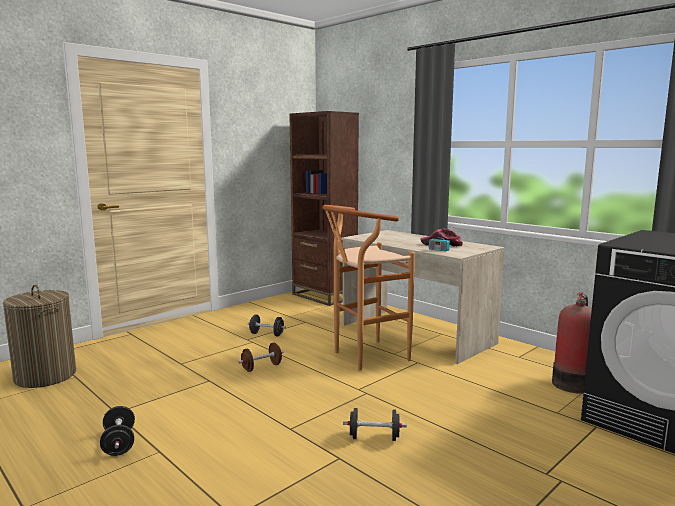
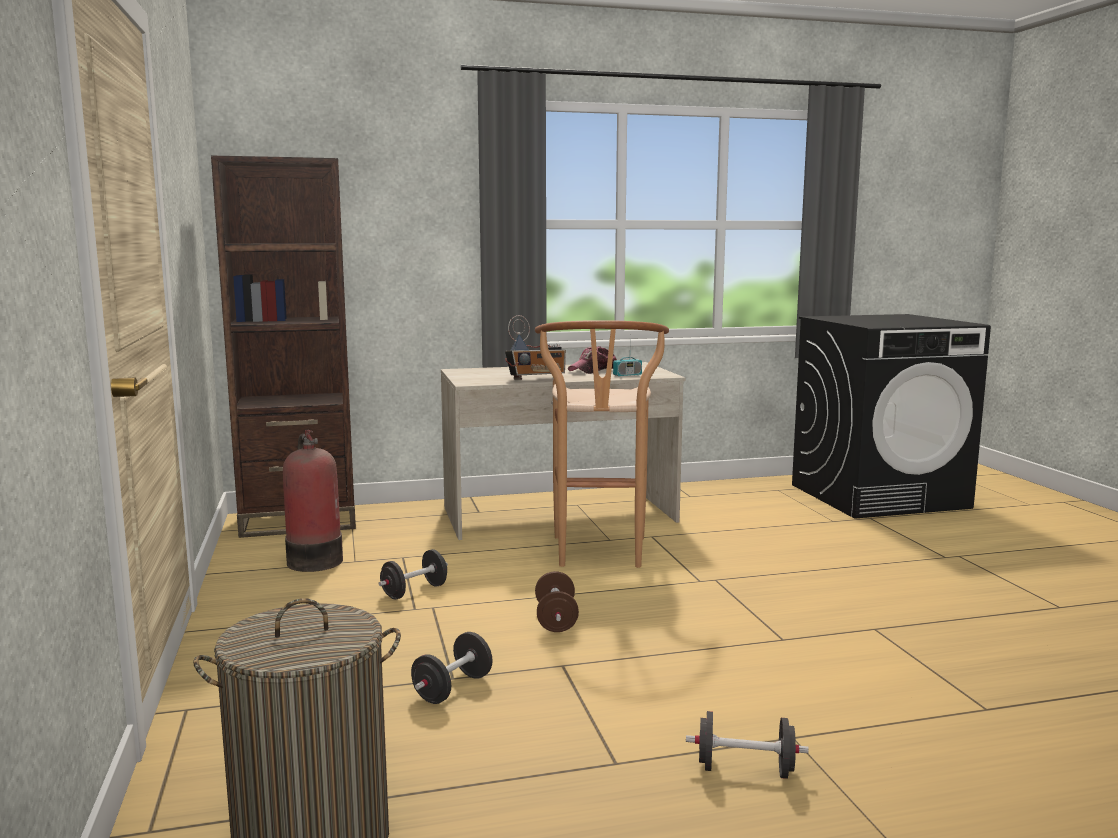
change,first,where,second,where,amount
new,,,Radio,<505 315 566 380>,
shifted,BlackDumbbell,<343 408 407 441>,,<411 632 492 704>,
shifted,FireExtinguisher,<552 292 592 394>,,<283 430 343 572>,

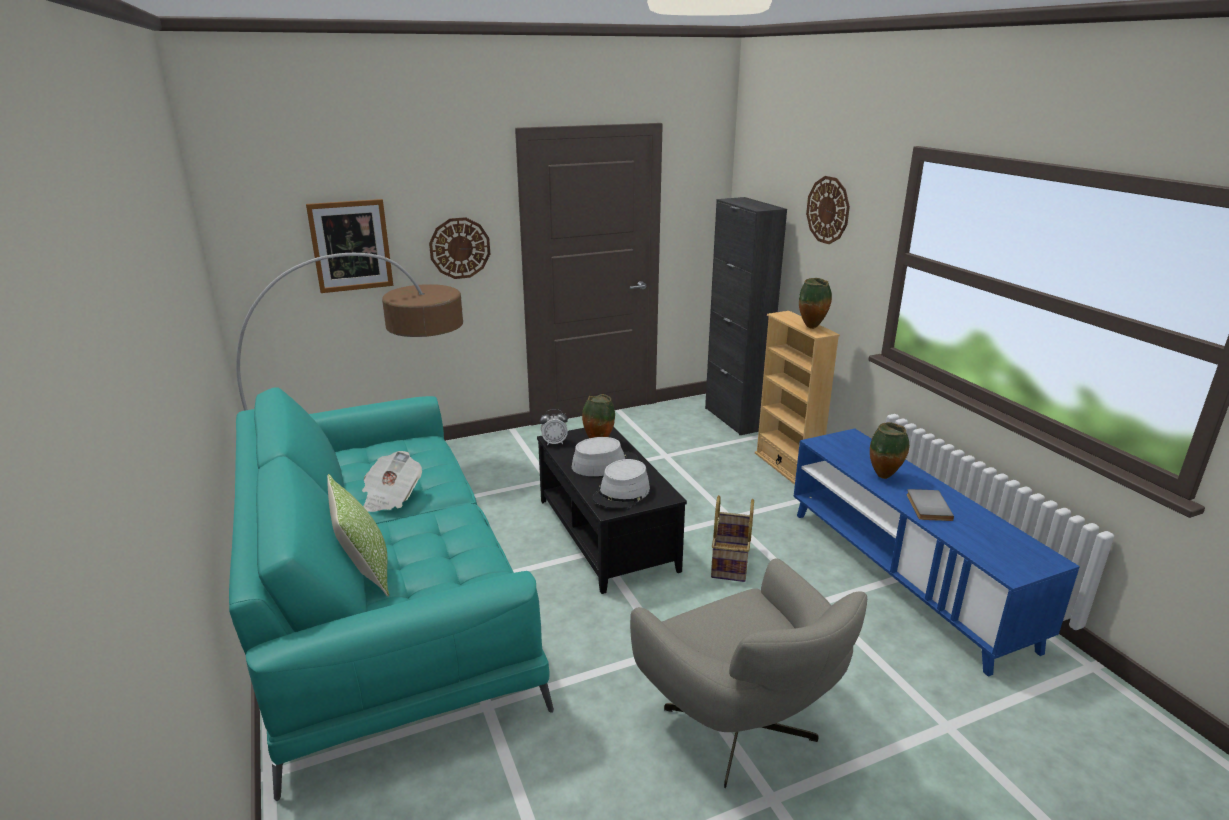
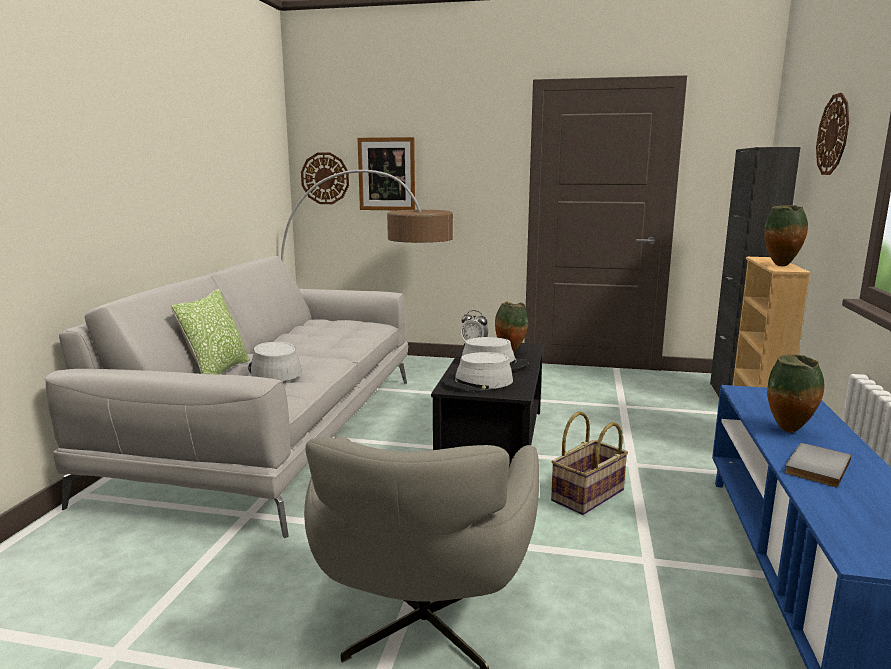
change,first,where,second,where,amount
gone,Newspaper,<362 451 422 512>,,,
new,,,GreyHat,<248 341 302 381>,
shifted,WallClock,<429 217 490 279>,,<301 153 349 204>,
repainted,TurquoiseSofa,<229 387 554 801>,GreySofa,<45 256 408 538>,

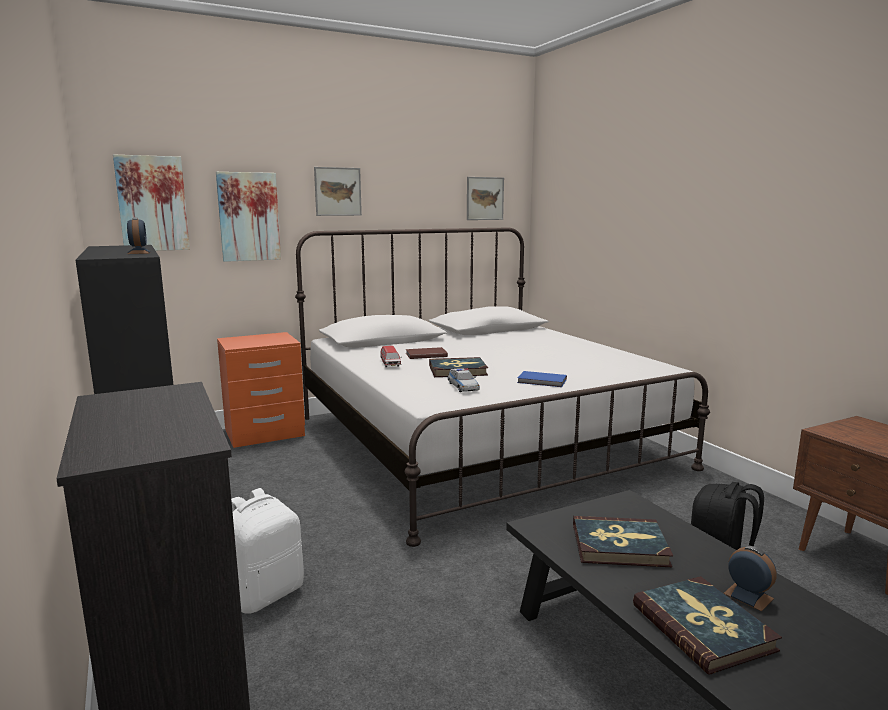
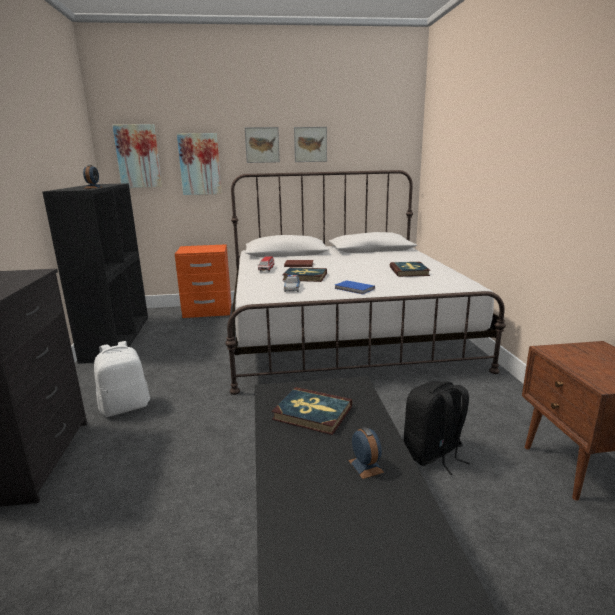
change,first,where,second,where,amount
shifted,Picture,<467 177 504 220>,,<294 127 327 162>,
shifted,Book,<633 576 782 675>,,<390 262 430 277>,

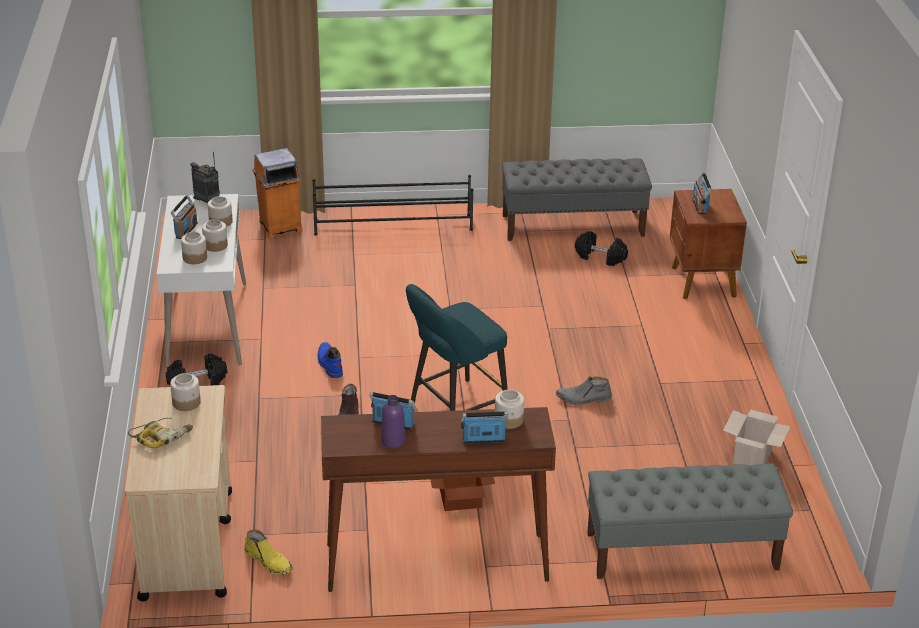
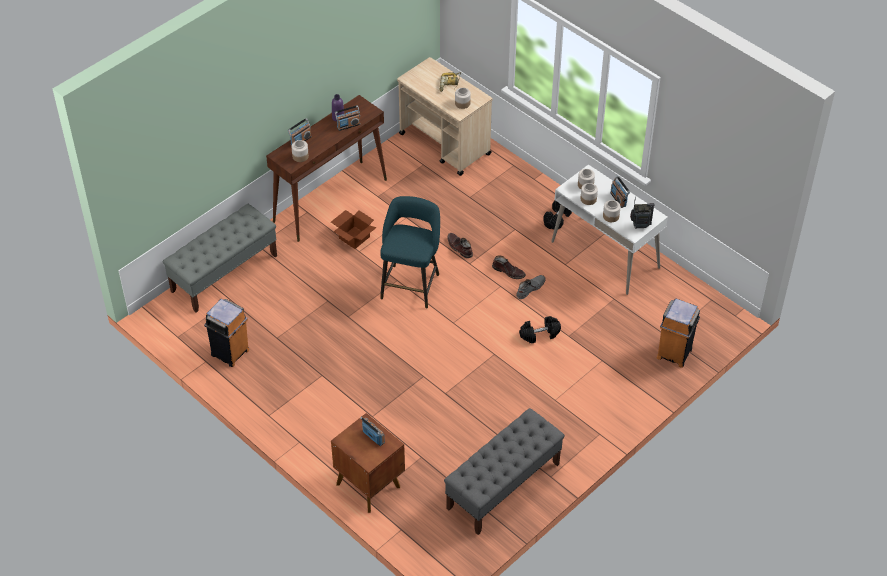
change,first,where,second,where,amount
gone,YellowBoot,<244 530 293 575>,,,
gone,BlackShoeRack,<313 175 473 236>,,,
shifted,GreyBoot,<556 376 612 405>,,<516 275 546 299>,
shifted,BlackDumbbell,<575 231 628 266>,,<519 316 561 343>,
swapped,CardboardBox,<723 409 790 466>,OrangeTrashCan,<204 299 249 367>,
repainted,BlueBoot,<318 342 343 378>,BrownBoot,<492 255 526 279>,

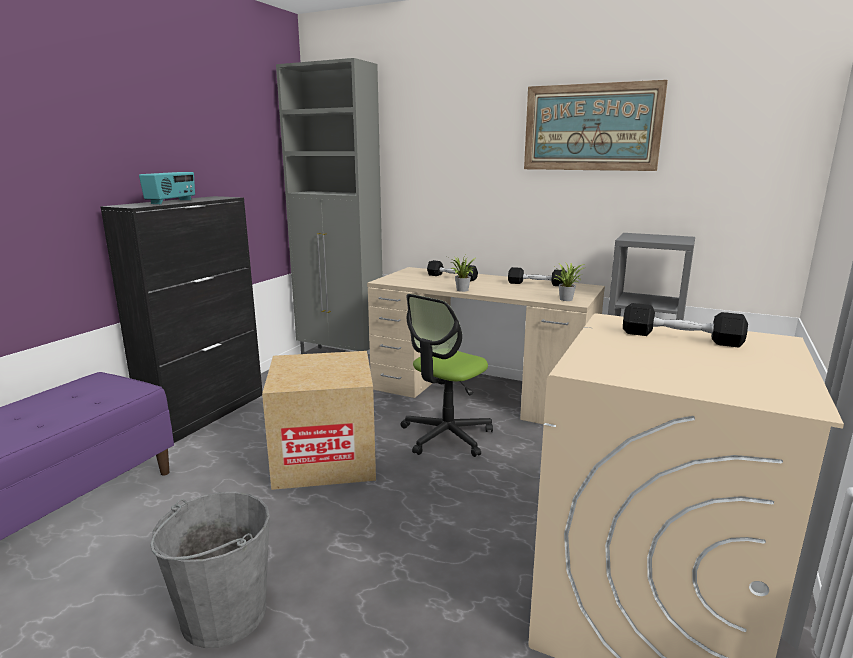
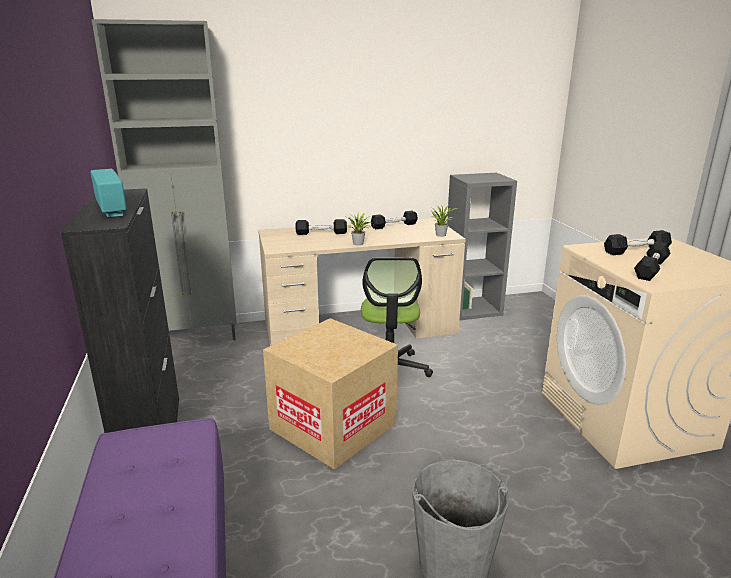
change,first,where,second,where,amount
gone,Picture,<524 80 668 171>,,,
new,,,BlackDumbbell,<634 242 670 281>,

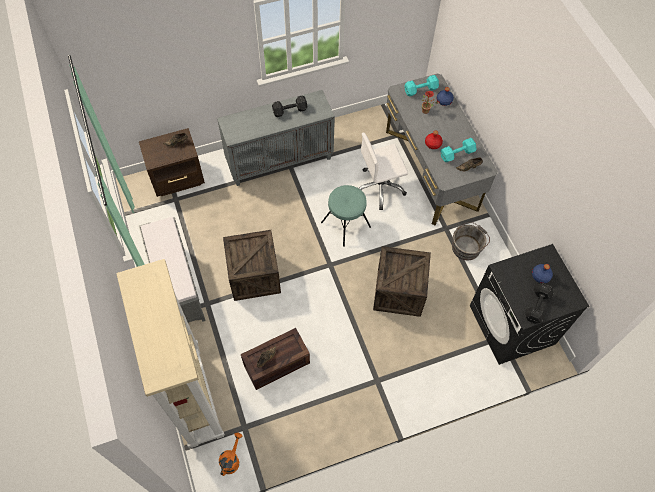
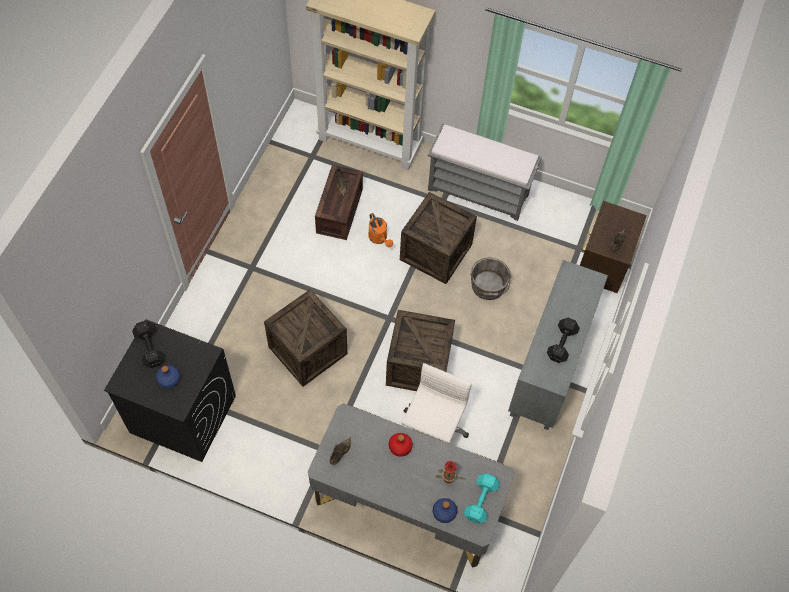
change,first,where,second,where,amount
gone,TurquoiseDumbbell,<440 138 476 162>,,,
shifted,OrangeWateringCan,<219 433 242 476>,,<368 213 393 247>,
shifted,GreyBucket,<452 222 490 260>,,<470 257 511 300>,
swapped,TurquoiseStool,<321 185 371 247>,Crate,<386 310 455 391>,

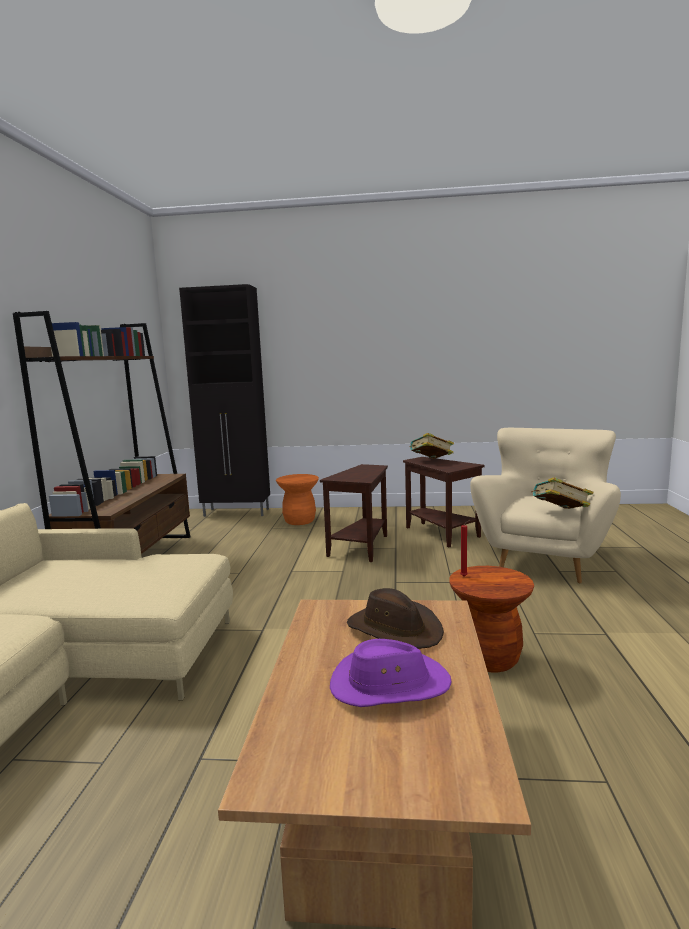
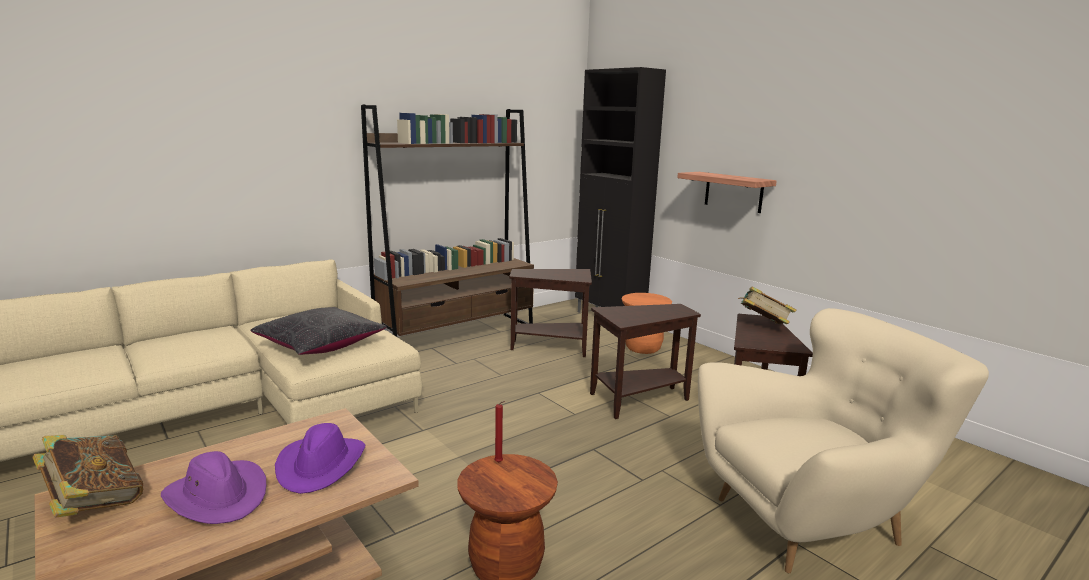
change,first,where,second,where,amount
new,,,BlackPillow,<250 307 387 355>,
new,,,BrownSideTable,<509 269 592 357>,
new,,,Shelf,<677 172 777 213>,
shifted,Book,<531 477 593 509>,,<32 435 143 518>,
repainted,BrownHat,<347 588 444 649>,PurpleHat,<275 423 365 494>,

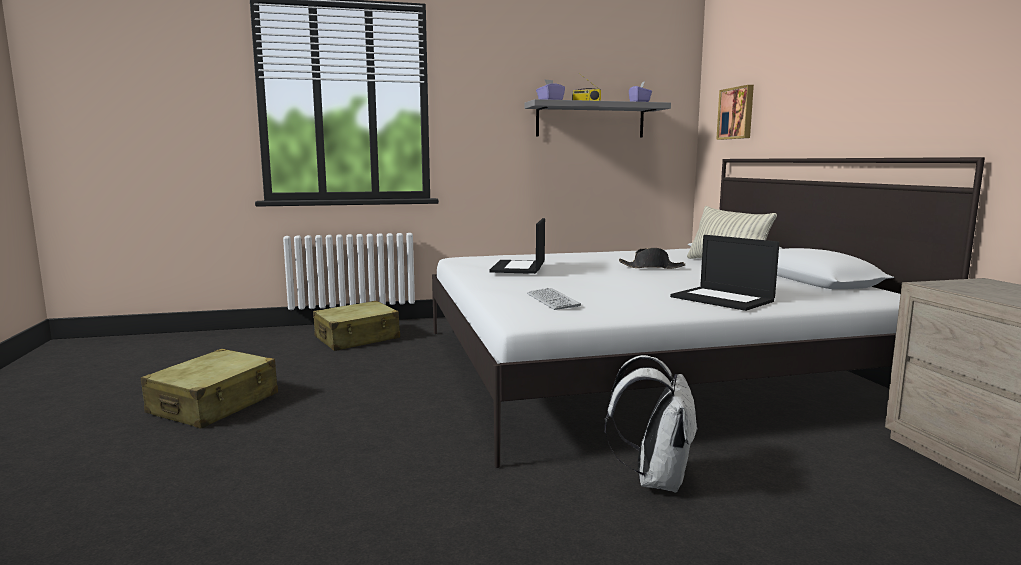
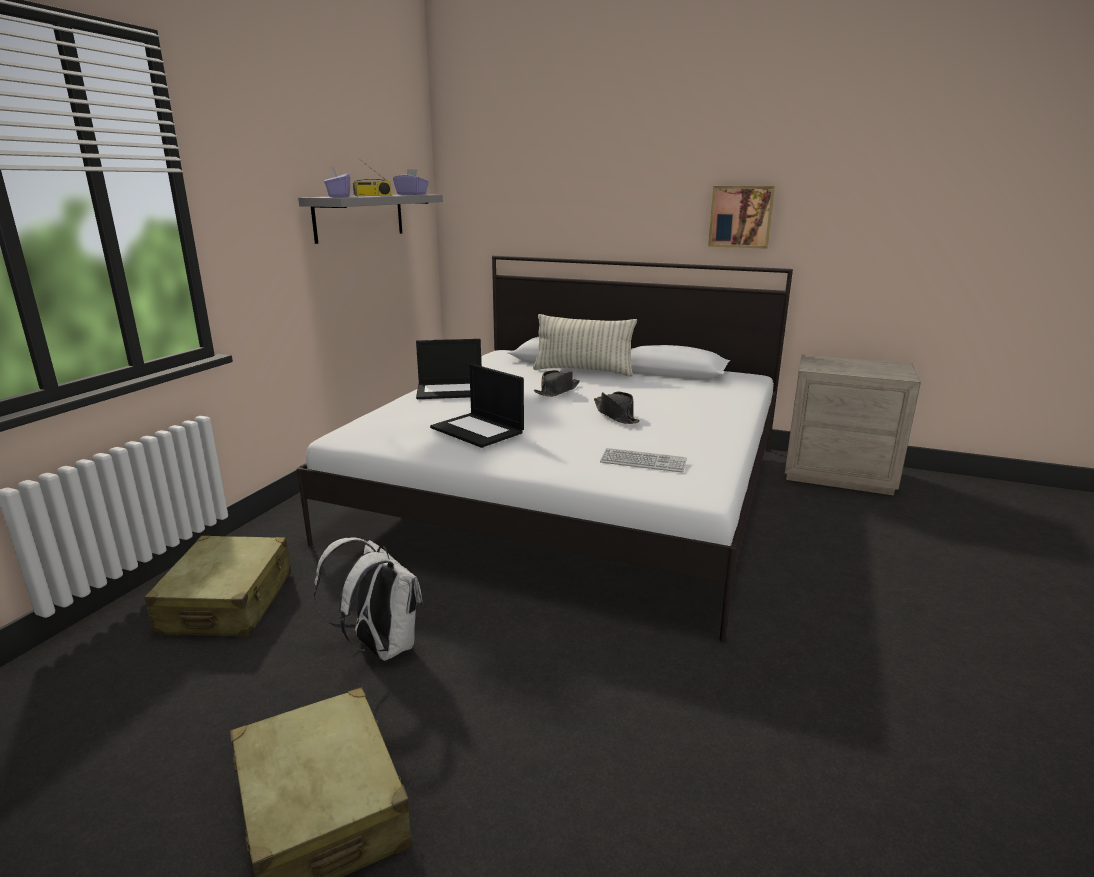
change,first,where,second,where,amount
new,,,BlackHat,<594 392 640 424>,
shifted,WhiteBackpack,<604 355 698 493>,,<314 537 423 661>,
shifted,Laptop,<670 235 779 311>,,<416 339 481 399>,
shifted,Picture,<716 85 754 140>,,<708 186 775 249>,

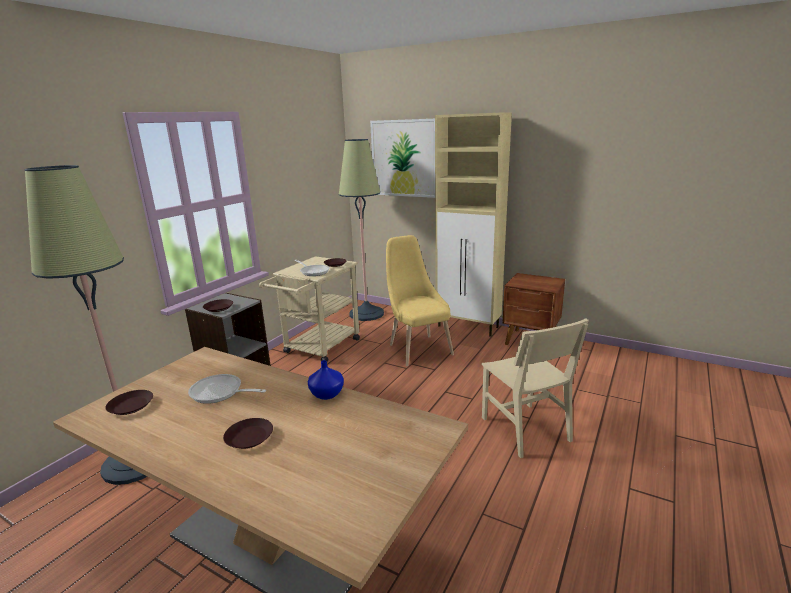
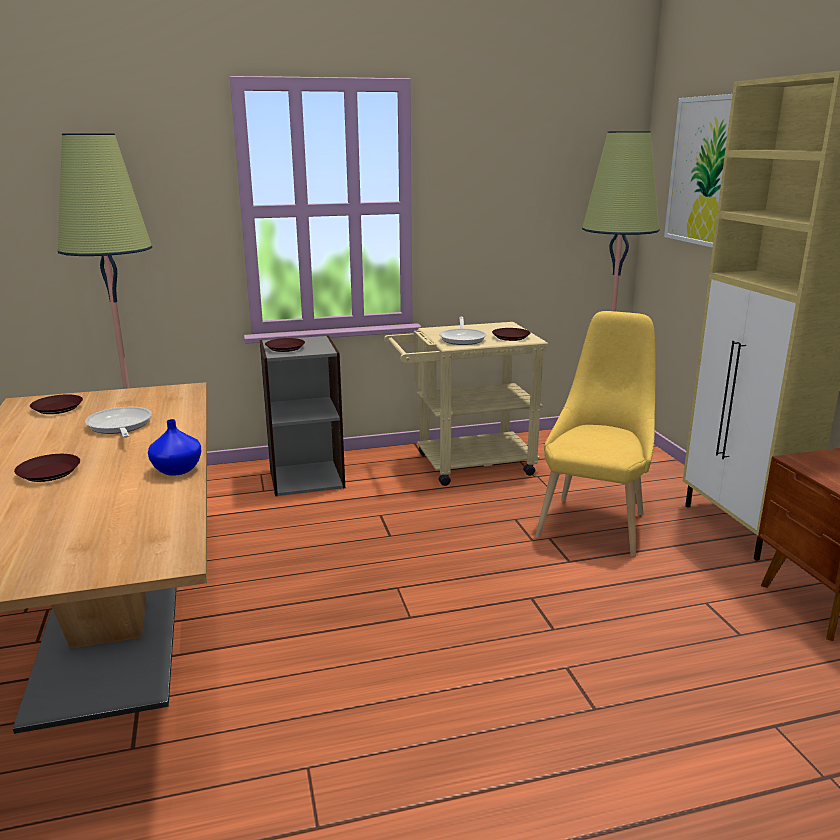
change,first,where,second,where,amount
gone,BeigeChair,<481 318 589 458>,,,

